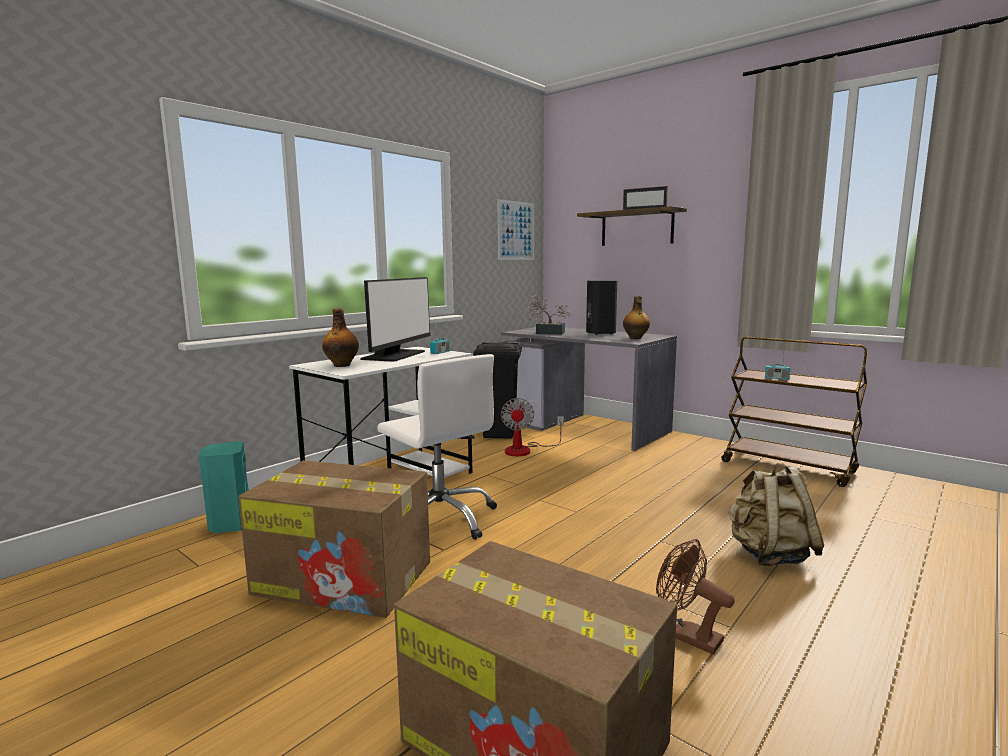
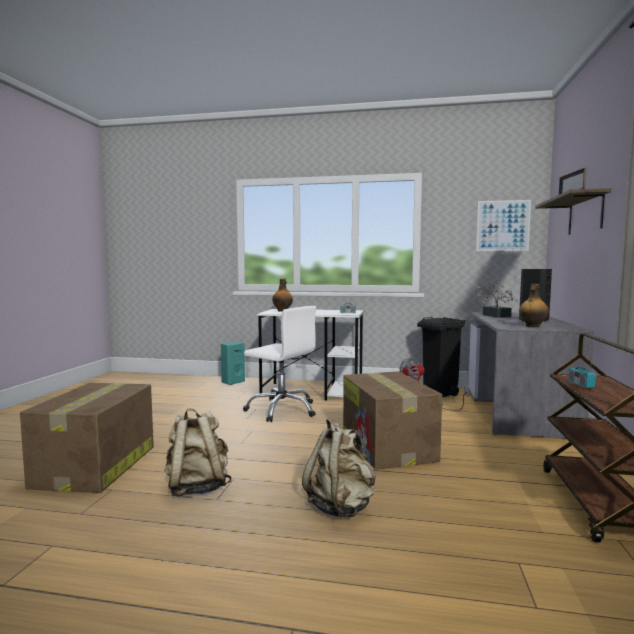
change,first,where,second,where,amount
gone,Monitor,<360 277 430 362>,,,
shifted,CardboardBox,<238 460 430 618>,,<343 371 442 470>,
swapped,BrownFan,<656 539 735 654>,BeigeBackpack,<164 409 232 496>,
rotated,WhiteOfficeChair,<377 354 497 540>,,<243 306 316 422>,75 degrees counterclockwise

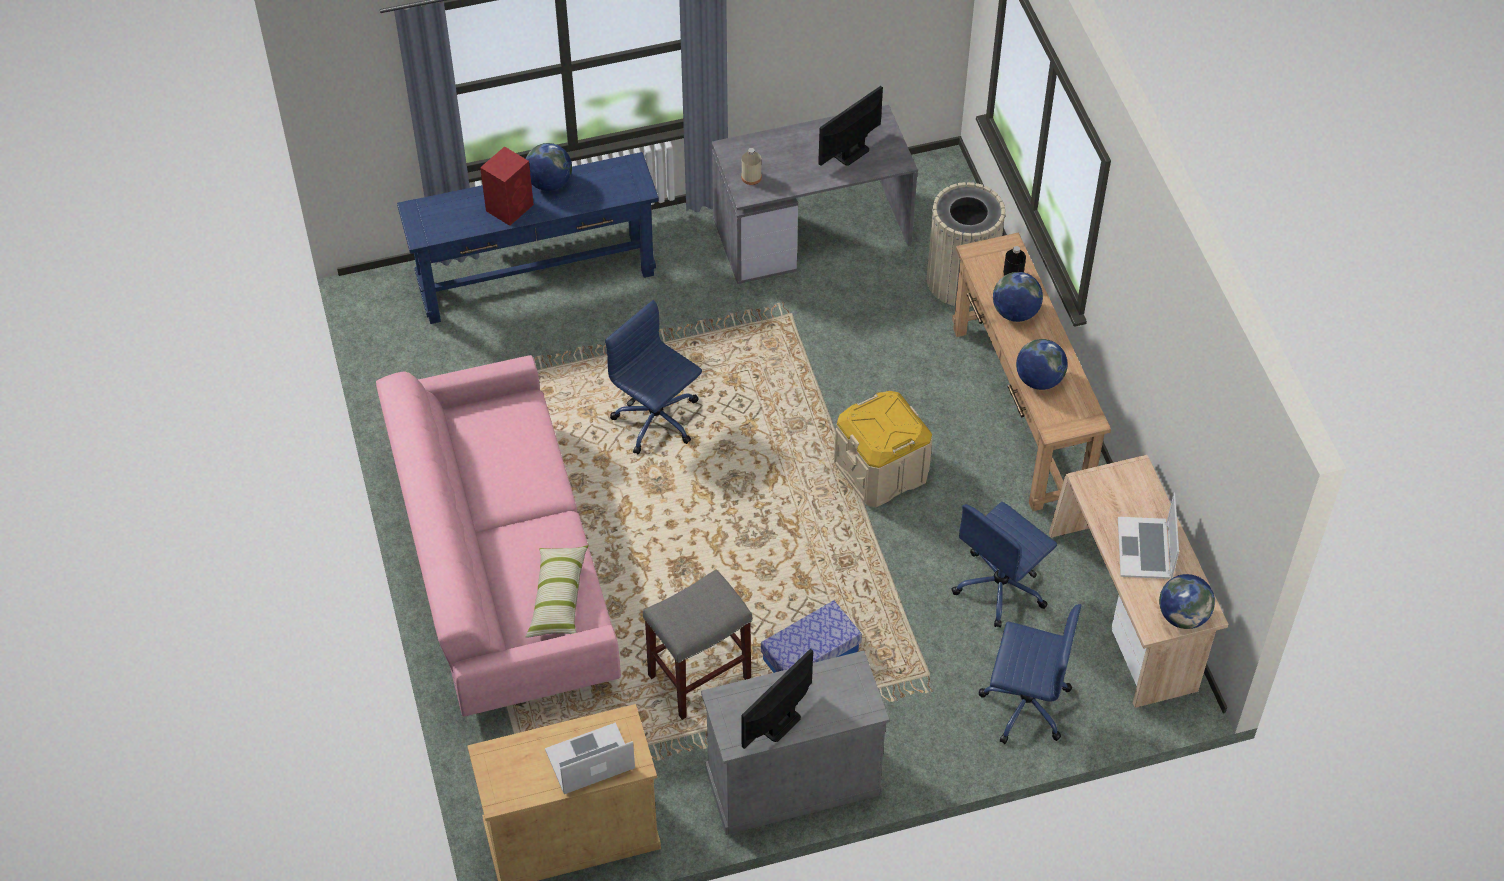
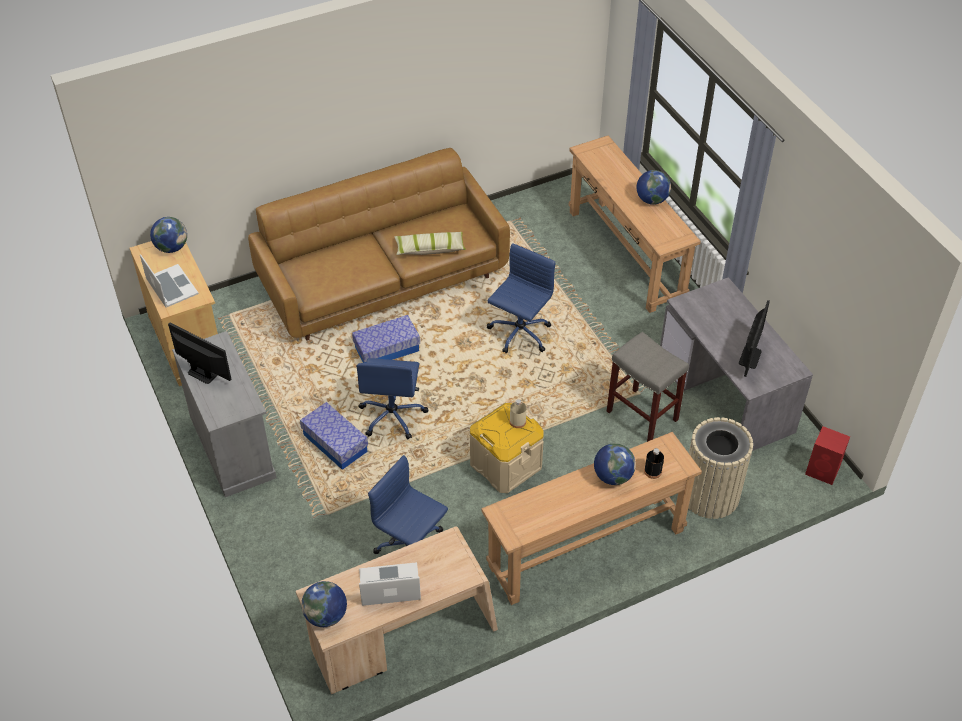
change,first,where,second,where,amount
new,,,StorageBox,<352 315 420 363>,
shifted,RedSpeaker,<480 146 534 226>,,<805 426 850 485>,
shifted,Pillow,<526 545 588 638>,,<395 232 466 255>,
shifted,GreyStool,<643 569 752 720>,,<607 332 689 442>,
shifted,BeigeBottle,<741 148 762 185>,,<510 399 526 428>,
shifted,BlueOfficeChair,<979 604 1082 744>,,<356 358 428 439>,
shifted,Globe,<1016 339 1068 390>,,<150 217 187 253>,
repainted,PinkSofa,<376 355 621 716>,BrownSofa,<248 148 510 341>,
repainted,BlueConsoleTable,<397 152 659 324>,BrownConsoleTable,<569 135 701 313>,
rotated,Monitor,<818 86 883 166>,,<739 300 770 377>,75 degrees clockwise

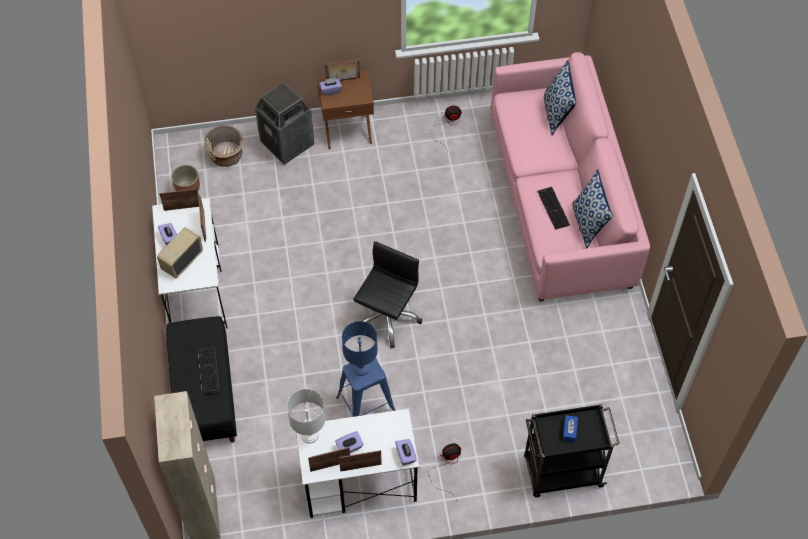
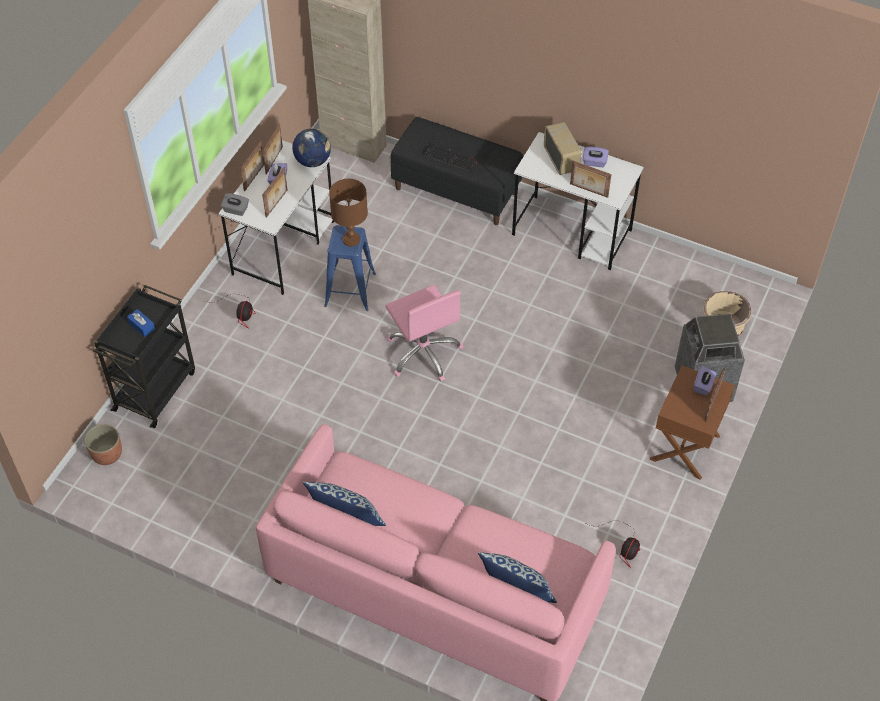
change,first,where,second,where,amount
gone,Keyboard,<537 187 570 230>,,,
shifted,PictureFrame,<159 189 199 211>,,<262 167 287 218>,
shifted,Planter,<171 165 200 191>,,<84 424 122 465>,
swapped,WhiteTableLamp,<287 389 326 443>,Globe,<292 129 331 167>,
repainted,BlueTableLamp,<342 321 378 376>,BrownTableLamp,<329 179 368 246>,
repainted,BlackOfficeChair,<353 241 422 348>,PinkOfficeChair,<385 285 464 382>,
repainted,PurpleTissueBox,<395 439 417 466>,GreyTissueBox,<221 193 249 216>,

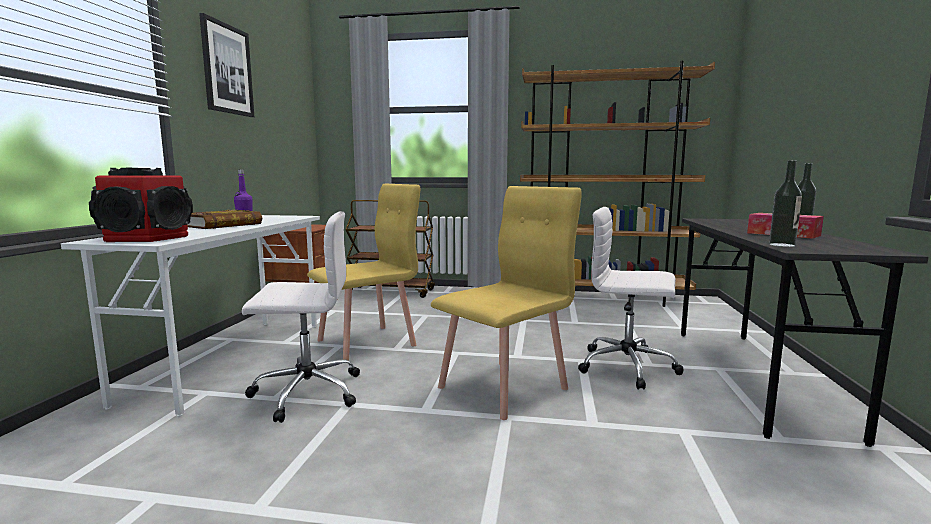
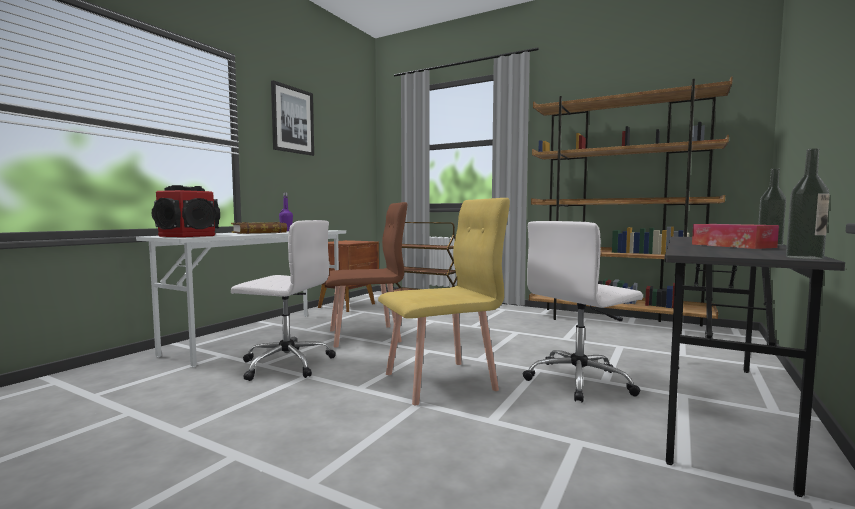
change,first,where,second,where,amount
shifted,Bottle,<769 160 802 247>,,<786 148 830 259>,
repainted,YellowChair,<307 184 420 361>,BrownChair,<325 202 407 348>,
rotated,WhiteOfficeChair,<578 207 684 390>,,<523 221 643 402>,75 degrees counterclockwise

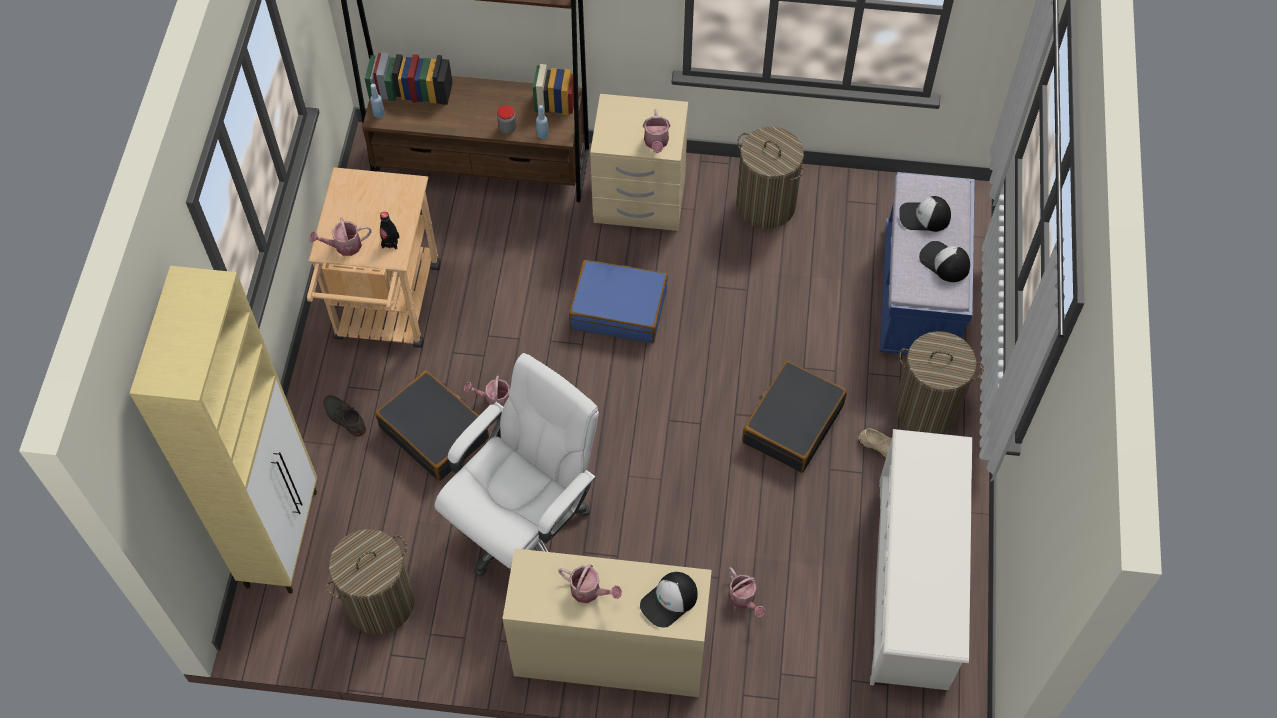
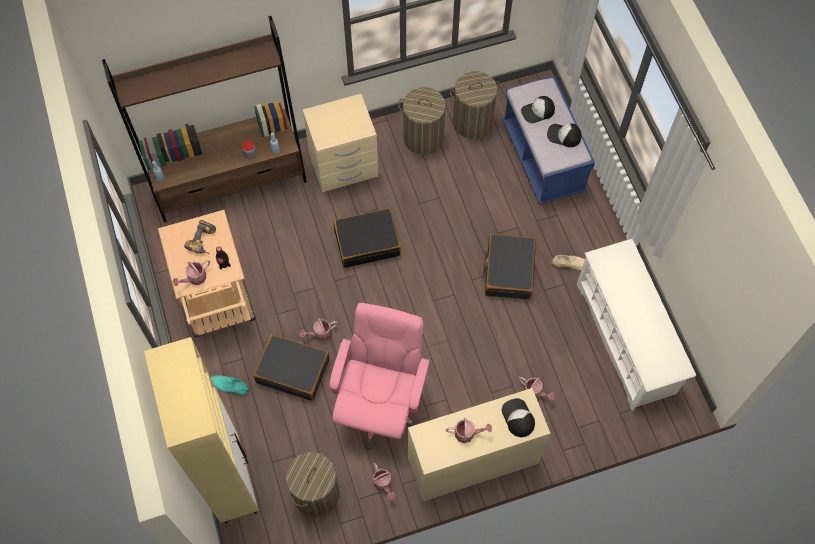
change,first,where,second,where,amount
new,,,PowerDrill,<184 220 216 254>,
shifted,WateringCan,<643 109 670 153>,,<372 463 395 500>,
shifted,LaundryBasket,<895 331 984 434>,,<450 71 502 139>,
repainted,GreyShoe,<323 395 366 437>,TurquoiseShoe,<211 375 249 395>,
repainted,WhiteOfficeChair,<434 353 599 577>,PinkOfficeChair,<329 303 430 450>,
repainted,BlueSuitcase,<569 260 668 343>,BlackSuitcase,<333 208 401 268>,
rotated,Cap,<640 572 698 628>,,<501 398 535 437>,135 degrees clockwise

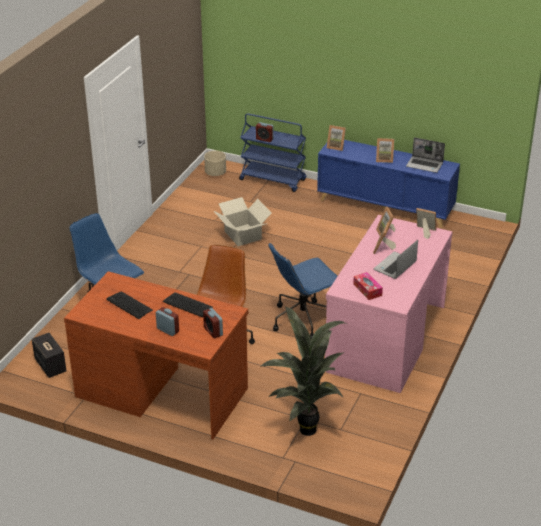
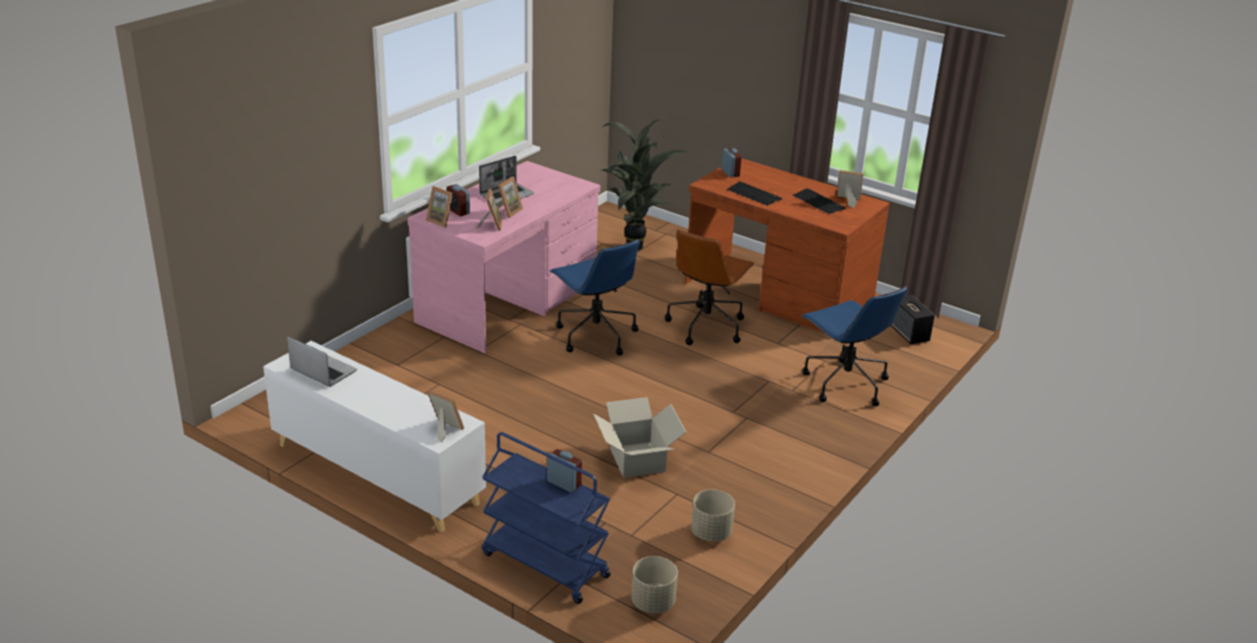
change,first,where,second,where,amount
gone,TissueBox,<353 272 383 300>,,,
new,,,BeigePlanter,<691 490 735 542>,
shifted,AlarmClock,<156 307 179 336>,,<447 184 470 216>,
shifted,PictureFrame,<376 138 394 163>,,<837 170 863 208>,
repainted,BlueCabinet,<317 140 460 228>,WhiteCabinet,<263 341 486 533>,
rotated,BlueOfficeChair,<268 243 337 339>,,<550 239 640 355>,75 degrees clockwise

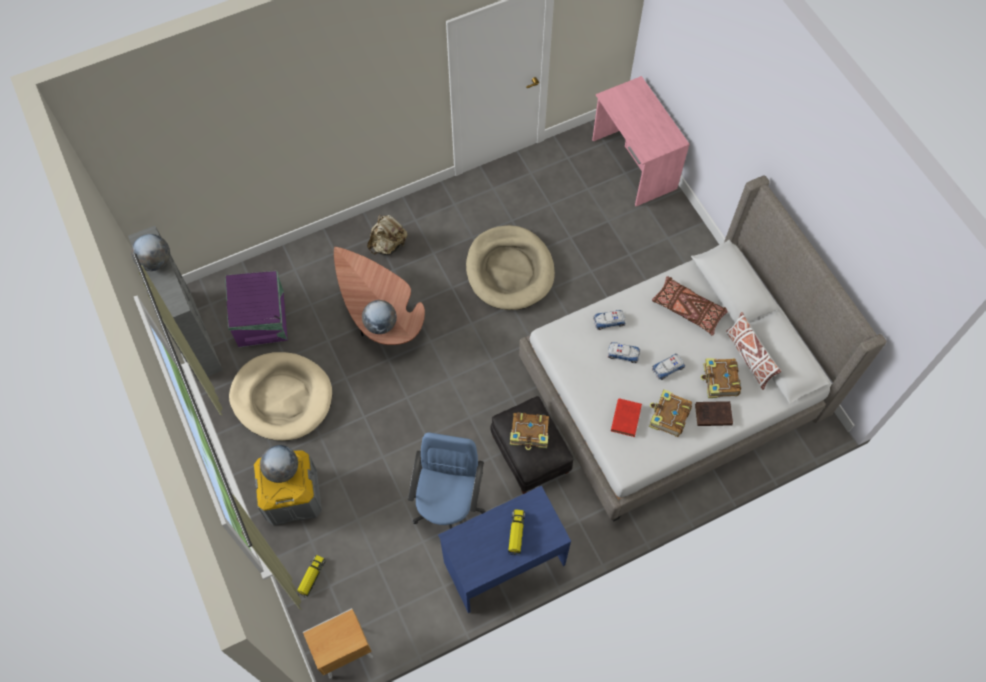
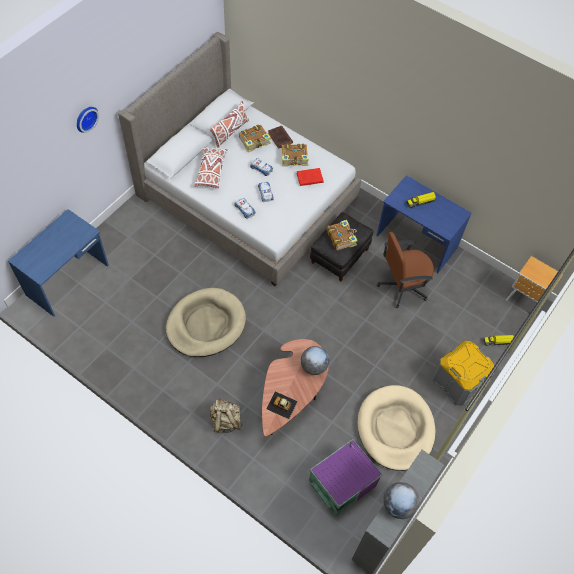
change,first,where,second,where,amount
gone,Globe,<260 445 298 483>,,,
new,,,WallClock,<77 107 99 133>,
new,,,ToyCar,<266 391 298 419>,
repainted,BlueOfficeChair,<408 432 485 529>,BrownOfficeChair,<377 232 434 308>,
repainted,PinkDesk,<592 76 690 206>,BlueDesk,<8 209 109 317>,
repainted,BrownPillow,<652 276 728 336>,WhitePillow,<194 147 227 189>,

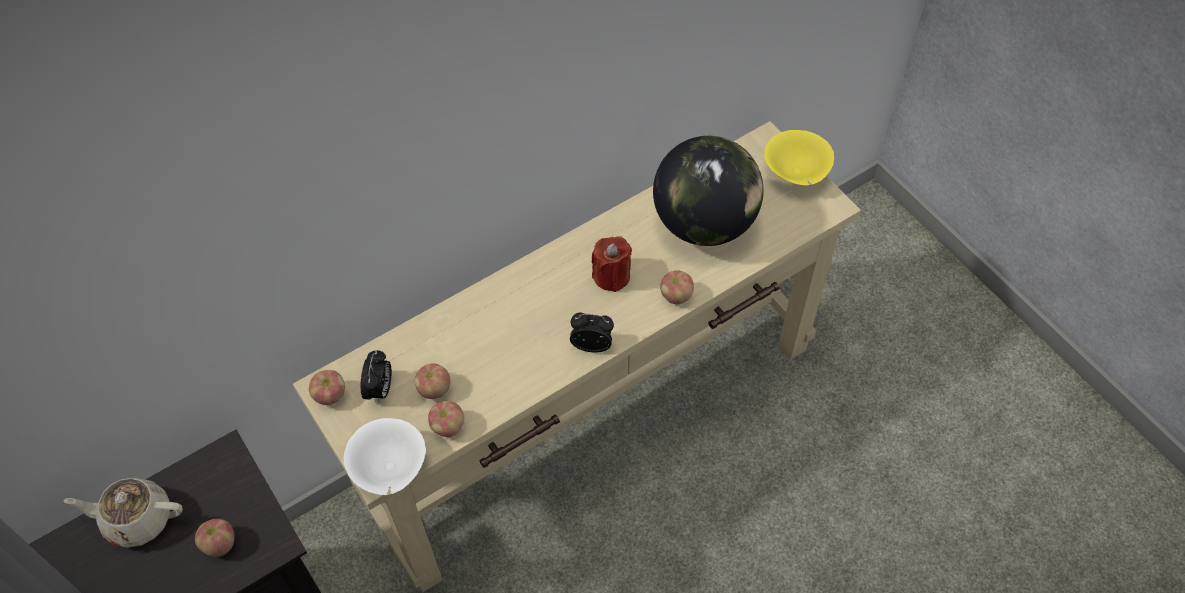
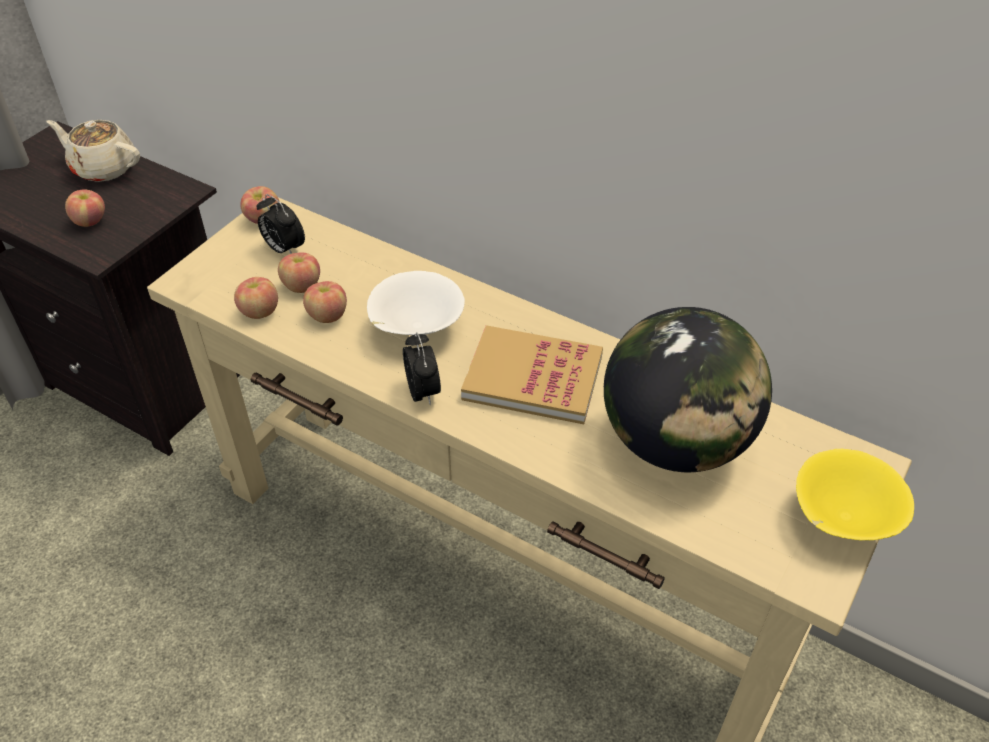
change,first,where,second,where,amount
shifted,WhiteBowl,<344 418 426 495>,,<367 271 465 335>,
shifted,Apple,<660 270 694 304>,,<303 281 347 323>,
swapped,RedCandle,<591 236 632 292>,Book,<461 325 603 424>,
rotated,BeigeTeapot,<63 478 183 548>,,<46 120 140 182>,45 degrees counterclockwise
rotated,AlarmClock,<361 350 391 402>,,<257 194 305 254>,60 degrees clockwise

